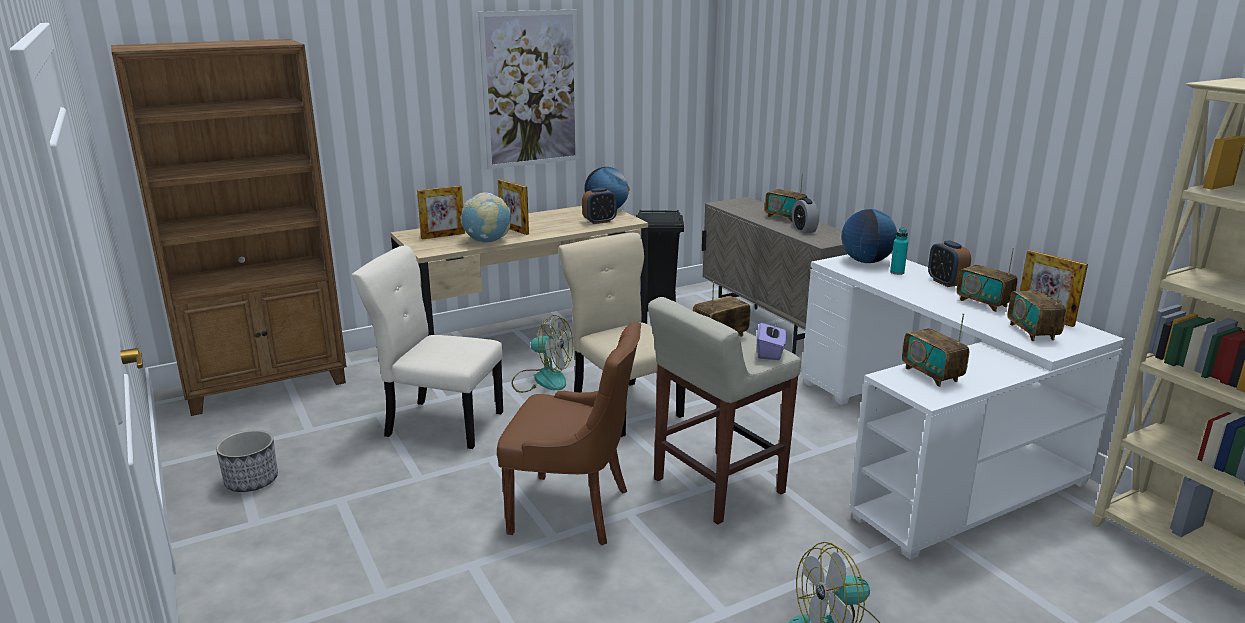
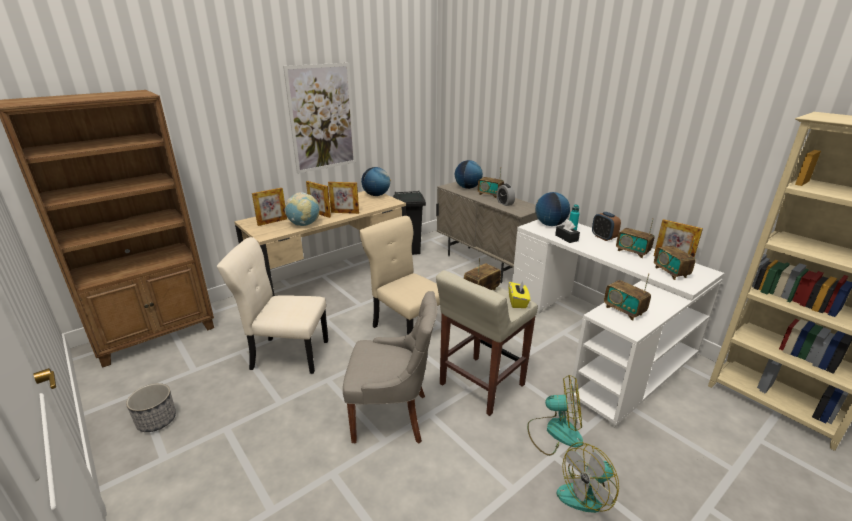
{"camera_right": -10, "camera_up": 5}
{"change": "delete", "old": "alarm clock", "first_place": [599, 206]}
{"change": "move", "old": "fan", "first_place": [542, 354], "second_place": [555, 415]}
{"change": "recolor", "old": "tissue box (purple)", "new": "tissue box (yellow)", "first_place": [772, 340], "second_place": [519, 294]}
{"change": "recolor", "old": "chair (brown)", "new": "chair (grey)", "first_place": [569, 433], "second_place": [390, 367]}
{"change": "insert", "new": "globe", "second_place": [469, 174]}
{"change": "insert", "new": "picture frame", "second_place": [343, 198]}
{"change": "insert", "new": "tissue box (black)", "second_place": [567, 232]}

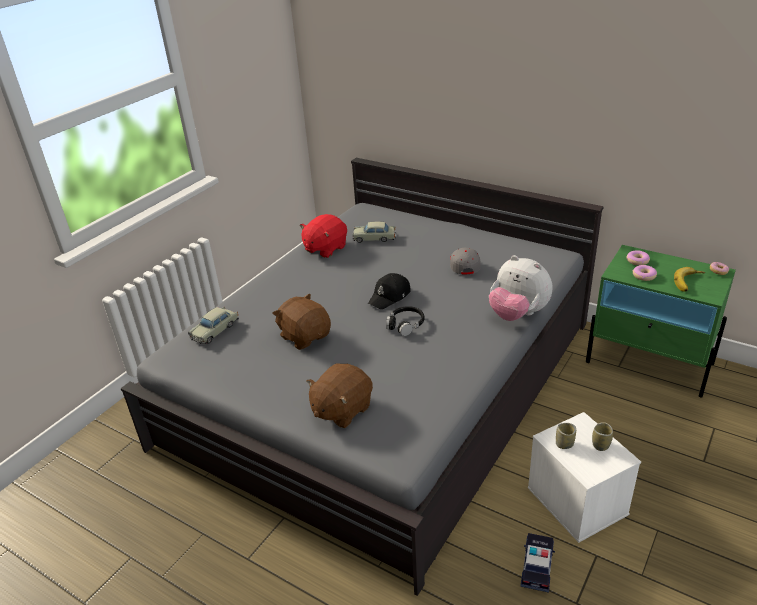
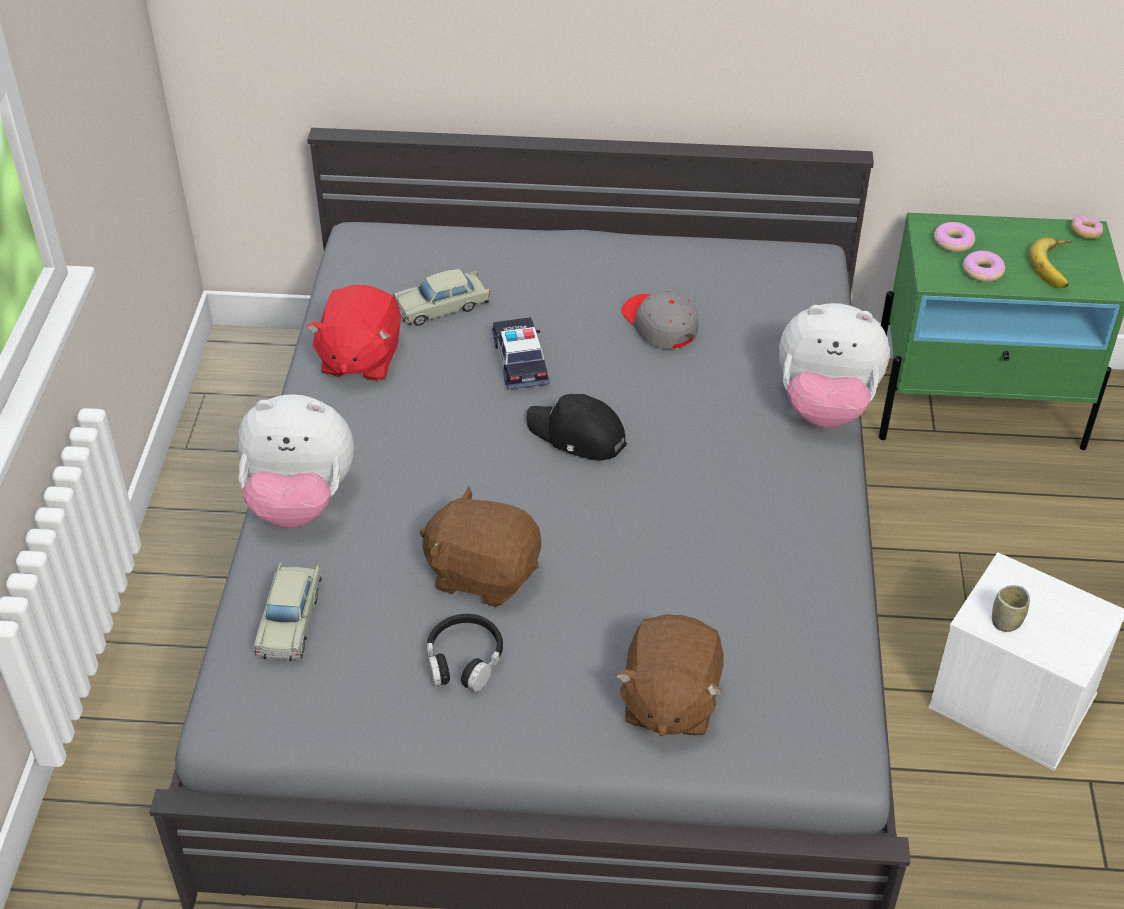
{"camera_right": -30, "camera_up": 10}
{"change": "rotate", "old": "cap (black)", "first_place": [389, 291], "second_place": [576, 427], "degrees": 105}
{"change": "move", "old": "headphones (black)", "first_place": [405, 321], "second_place": [465, 653]}
{"change": "delete", "old": "cup", "first_place": [602, 436]}
{"change": "move", "old": "toy car", "first_place": [538, 563], "second_place": [521, 353]}
{"change": "insert", "new": "plush toy", "second_place": [295, 461]}

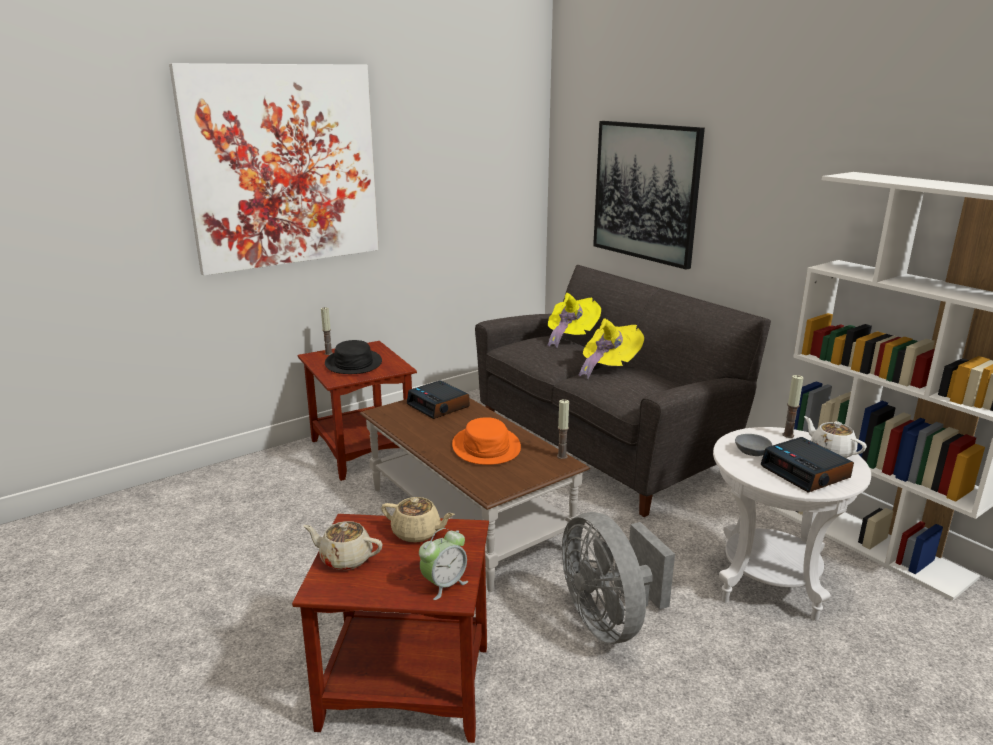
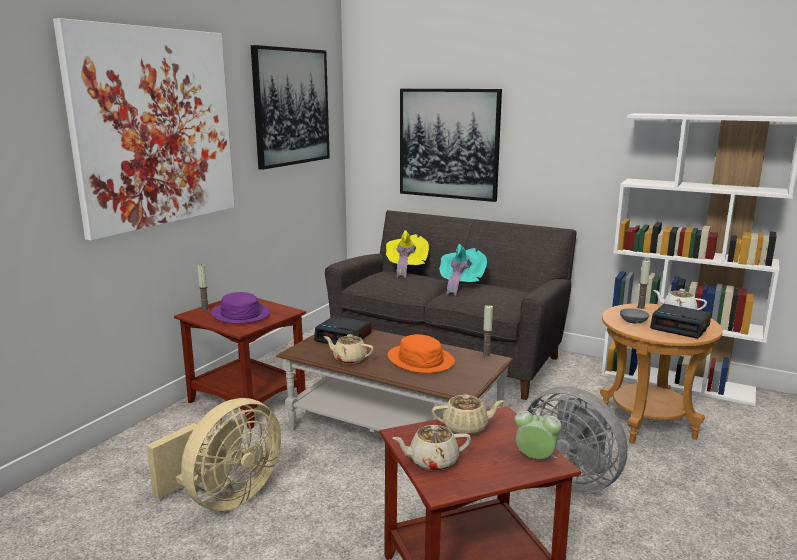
{"camera_right": -25, "camera_up": -5}
{"change": "recolor", "old": "hat (yellow)", "new": "hat (turquoise)", "first_place": [611, 348], "second_place": [463, 270]}
{"change": "recolor", "old": "hat (black)", "new": "hat (purple)", "first_place": [353, 357], "second_place": [240, 308]}
{"change": "recolor", "old": "side table (white)", "new": "side table (brown)", "first_place": [792, 524], "second_place": [661, 373]}
{"change": "rotate", "old": "alarm clock", "first_place": [443, 564], "second_place": [538, 433], "degrees": -90}
{"change": "insert", "new": "picture", "second_place": [290, 107]}
{"change": "insert", "new": "teapot (beige)", "second_place": [349, 349]}
{"change": "insert", "new": "fan (beige)", "second_place": [213, 454]}

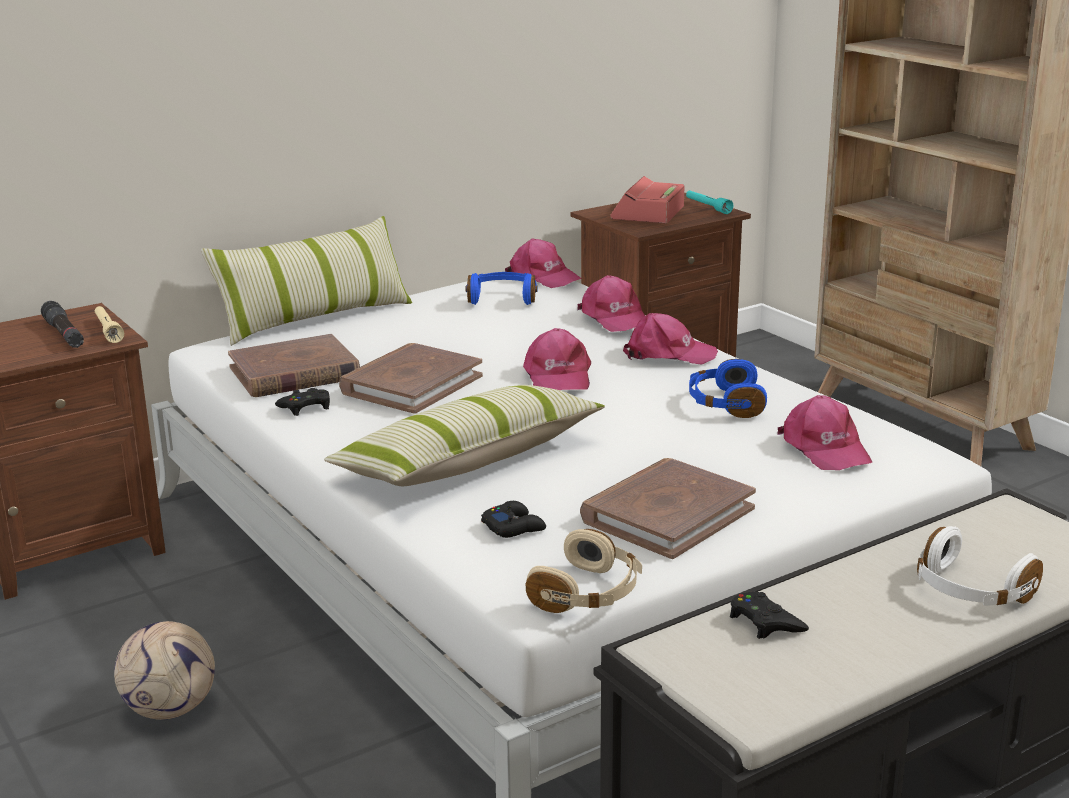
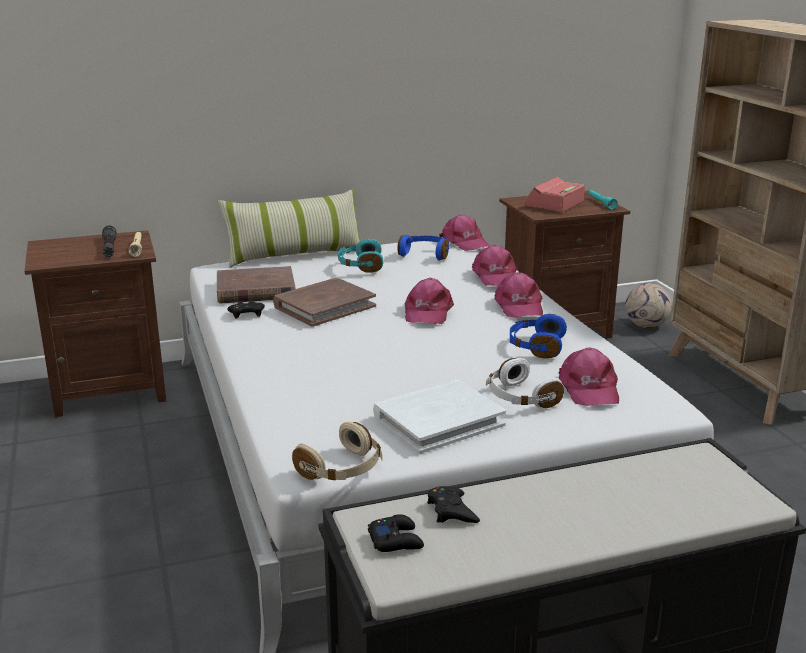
{"camera_right": 15, "camera_up": 0}
{"change": "rotate", "old": "cap (pink)", "first_place": [670, 339], "second_place": [518, 294], "degrees": 60}
{"change": "delete", "old": "pillow", "first_place": [464, 435]}
{"change": "recolor", "old": "book (brown)", "new": "book (white)", "first_place": [668, 508], "second_place": [439, 417]}
{"change": "move", "old": "game controller (black)", "first_place": [513, 519], "second_place": [396, 533]}
{"change": "move", "old": "headphones (white)", "first_place": [980, 566], "second_place": [525, 383]}
{"change": "move", "old": "football", "first_place": [164, 670], "second_place": [648, 305]}
{"change": "insert", "new": "headphones (turquoise)", "second_place": [361, 256]}

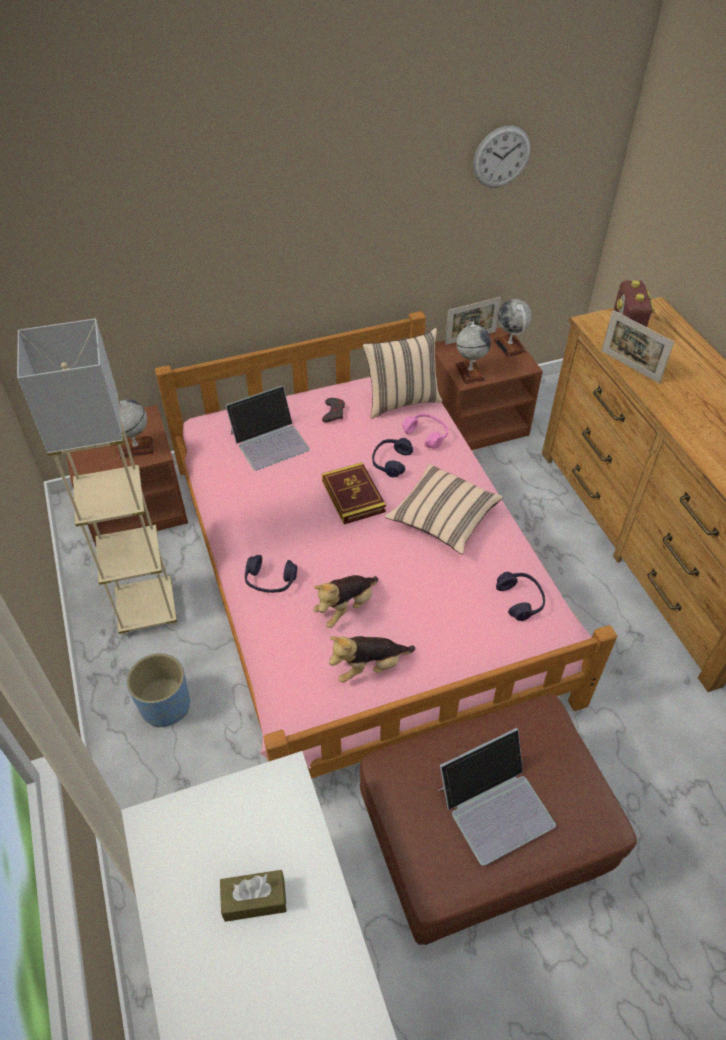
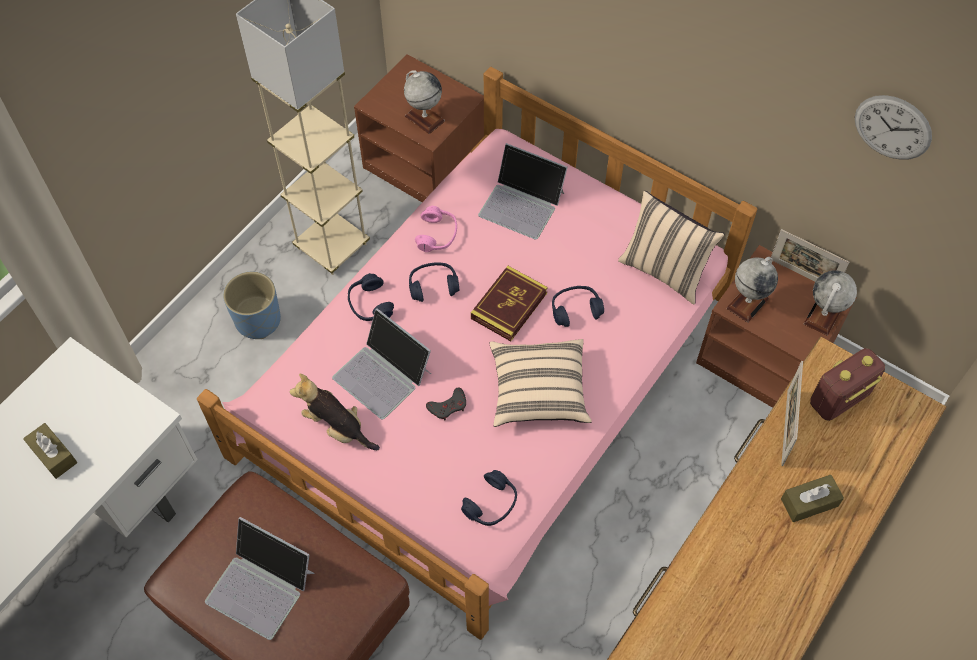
{"camera_right": 55, "camera_up": 10}
{"change": "move", "old": "game controller (grey)", "first_place": [333, 410], "second_place": [446, 404]}
{"change": "move", "old": "headphones (pink)", "first_place": [425, 431], "second_place": [436, 229]}
{"change": "replace", "old": "plush toy", "new": "laptop", "first_place": [345, 601], "second_place": [381, 363]}
{"change": "insert", "new": "headphones (blue)", "second_place": [434, 282]}
{"change": "insert", "new": "tissue box (brown)", "second_place": [812, 498]}

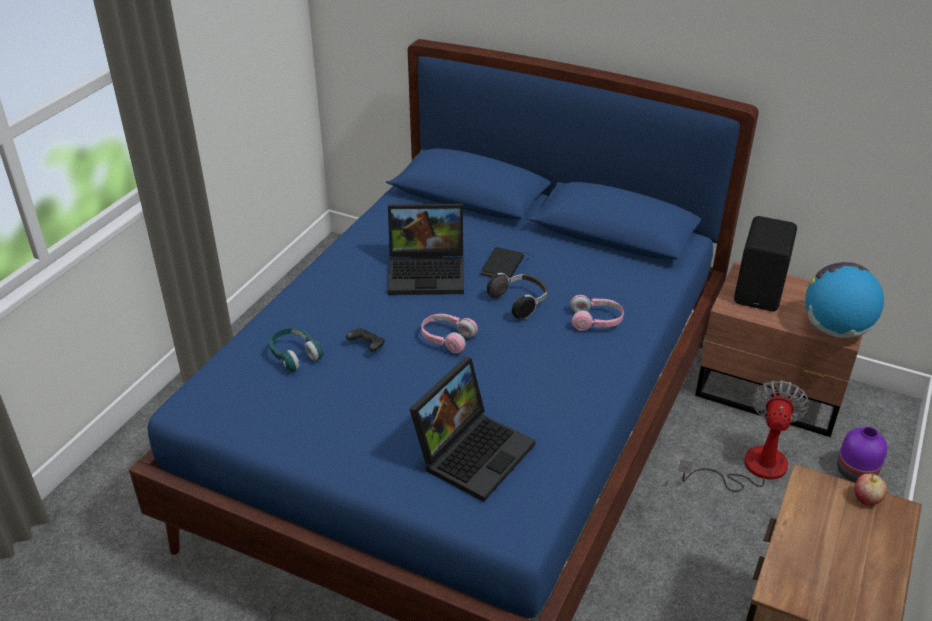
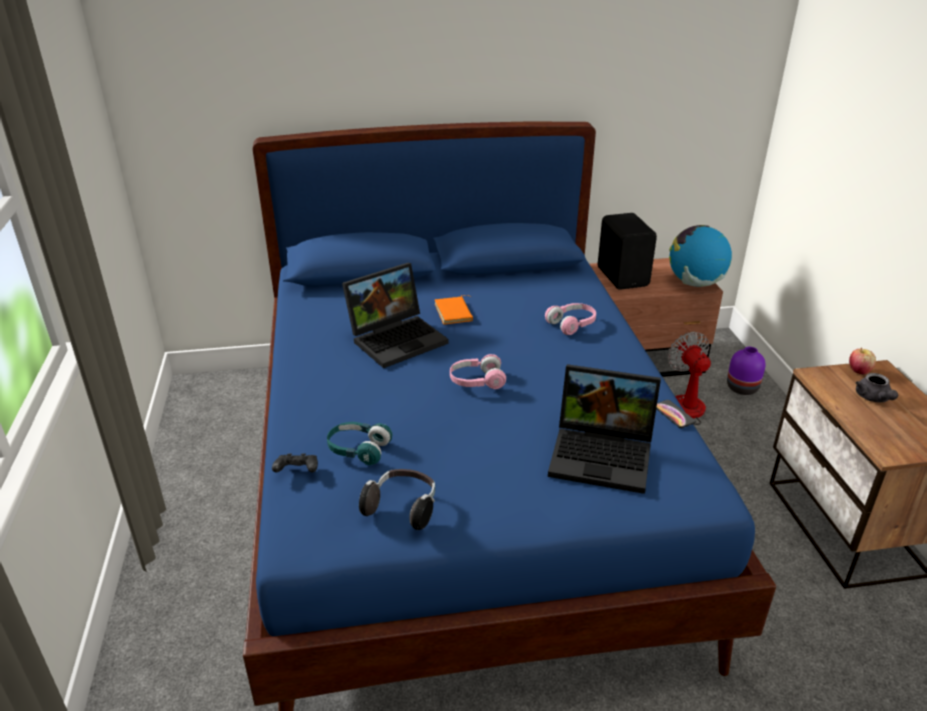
{"camera_right": -35, "camera_up": -5}
{"change": "recolor", "old": "book (black)", "new": "book (orange)", "first_place": [506, 262], "second_place": [454, 310]}
{"change": "move", "old": "headphones", "first_place": [517, 296], "second_place": [397, 499]}
{"change": "move", "old": "game controller (black)", "first_place": [365, 340], "second_place": [295, 463]}
{"change": "rotate", "old": "laptop", "first_place": [472, 429], "second_place": [604, 429], "degrees": 105}
{"change": "insert", "new": "teapot (grey)", "second_place": [877, 387]}
{"change": "insert", "new": "phone", "second_place": [676, 414]}

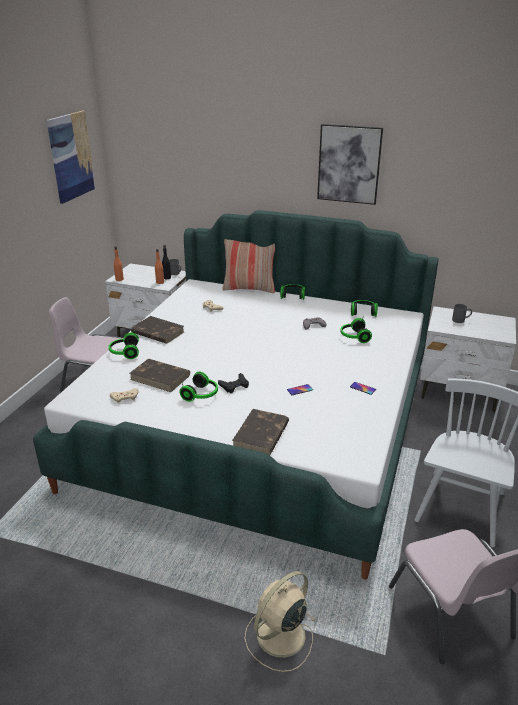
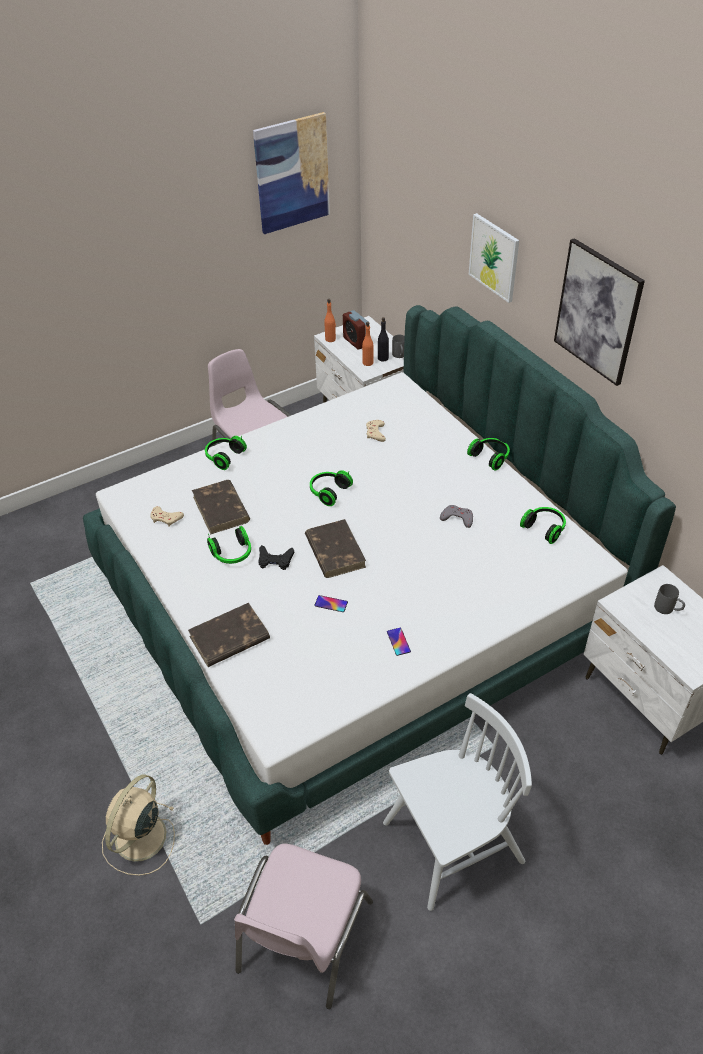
{"camera_right": 40, "camera_up": 15}
{"change": "delete", "old": "pillow", "first_place": [248, 266]}
{"change": "move", "old": "book (brown)", "first_place": [157, 330], "second_place": [335, 548]}
{"change": "move", "old": "headphones", "first_place": [356, 330], "second_place": [331, 488]}
{"change": "rotate", "old": "fan (beige)", "first_place": [279, 621], "second_place": [138, 825], "degrees": -60}
{"change": "insert", "new": "picture", "second_place": [494, 258]}
{"change": "insert", "new": "alarm clock", "second_place": [355, 329]}

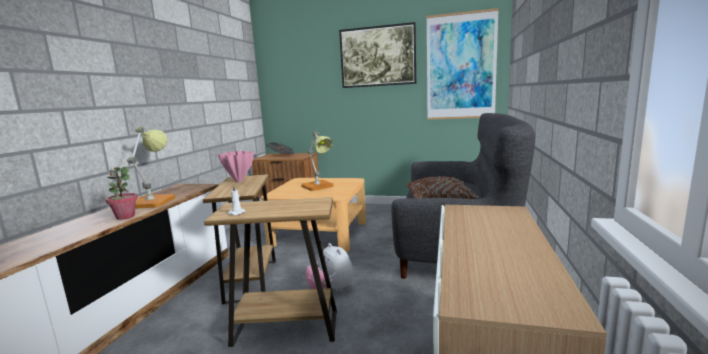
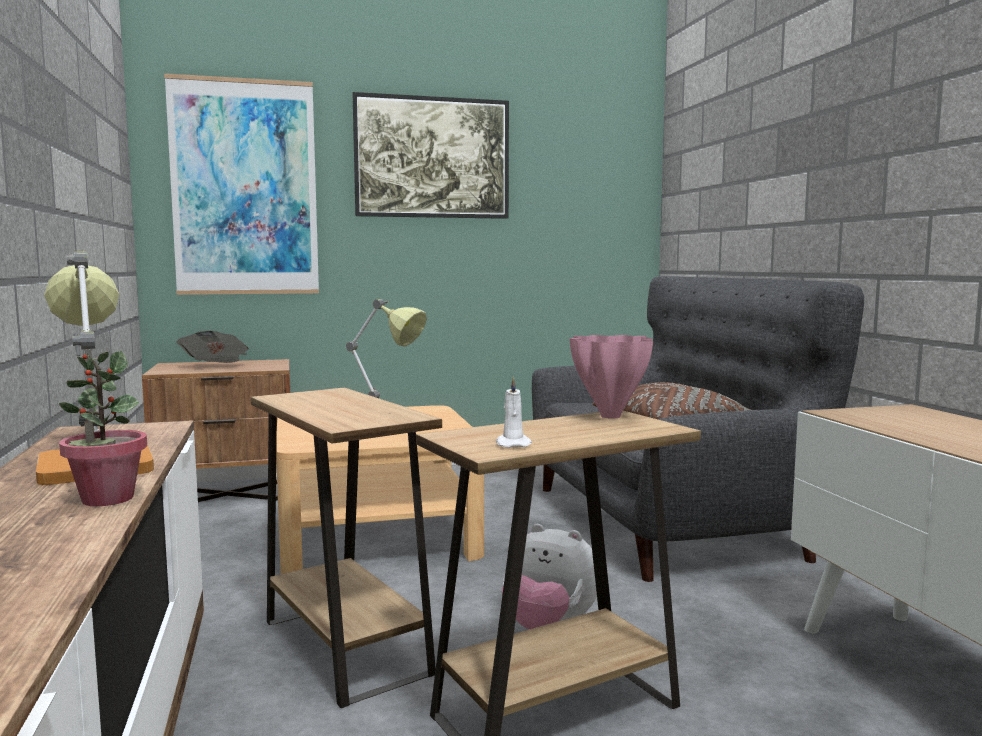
{"camera_right": -30, "camera_up": -5}
{"change": "move", "old": "picture", "first_place": [463, 64], "second_place": [241, 184]}
{"change": "move", "old": "vase (pink)", "first_place": [236, 167], "second_place": [611, 376]}

